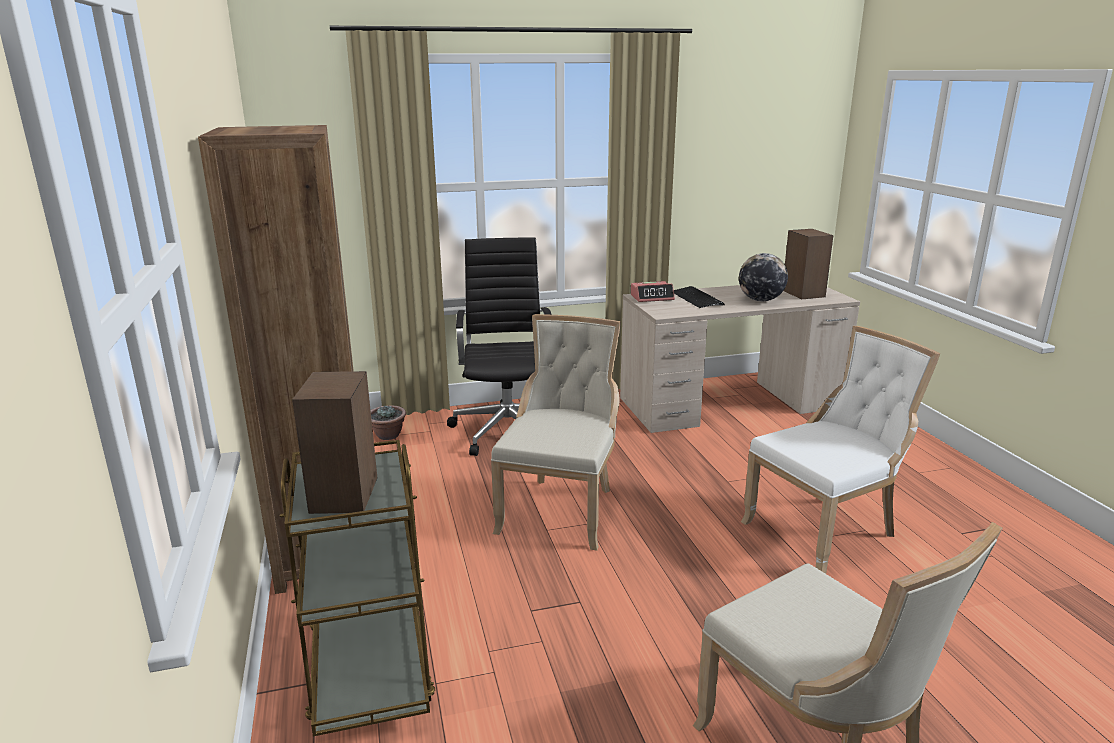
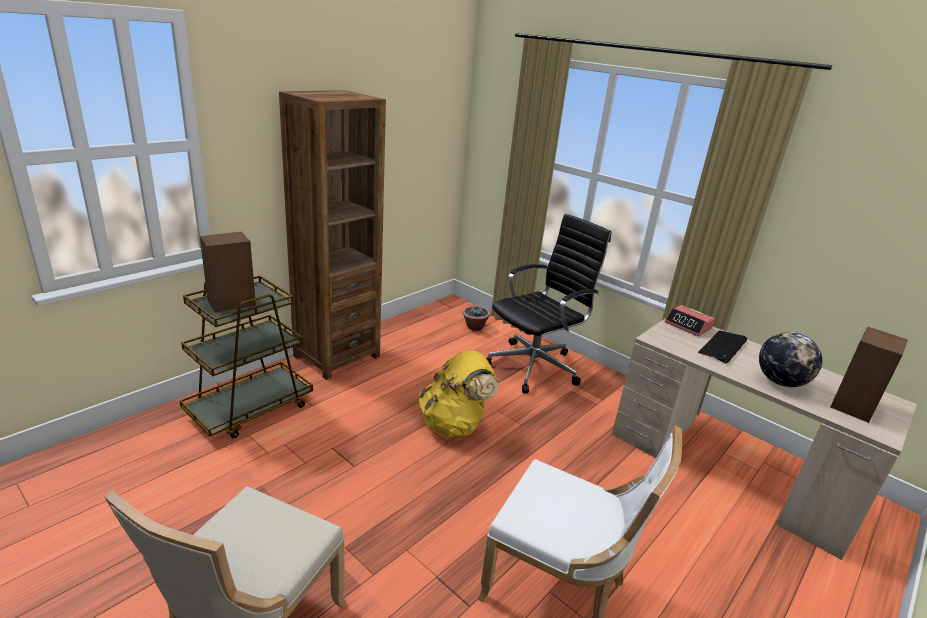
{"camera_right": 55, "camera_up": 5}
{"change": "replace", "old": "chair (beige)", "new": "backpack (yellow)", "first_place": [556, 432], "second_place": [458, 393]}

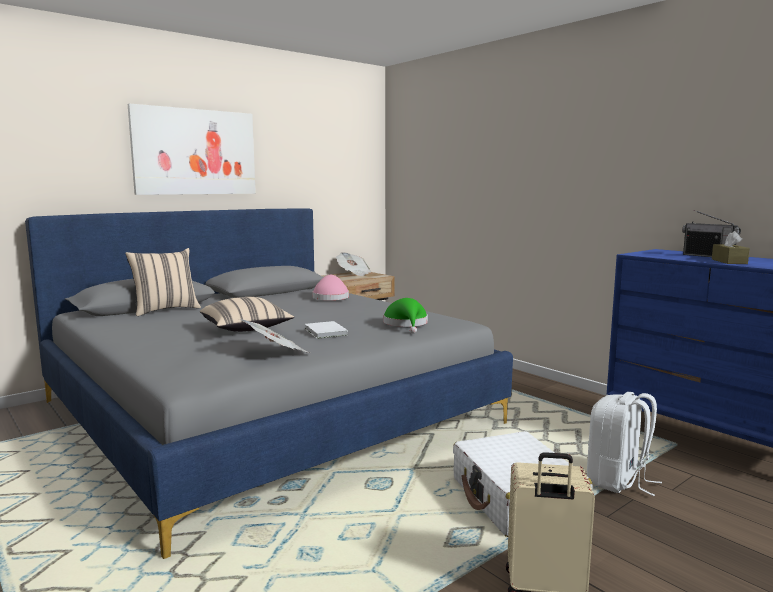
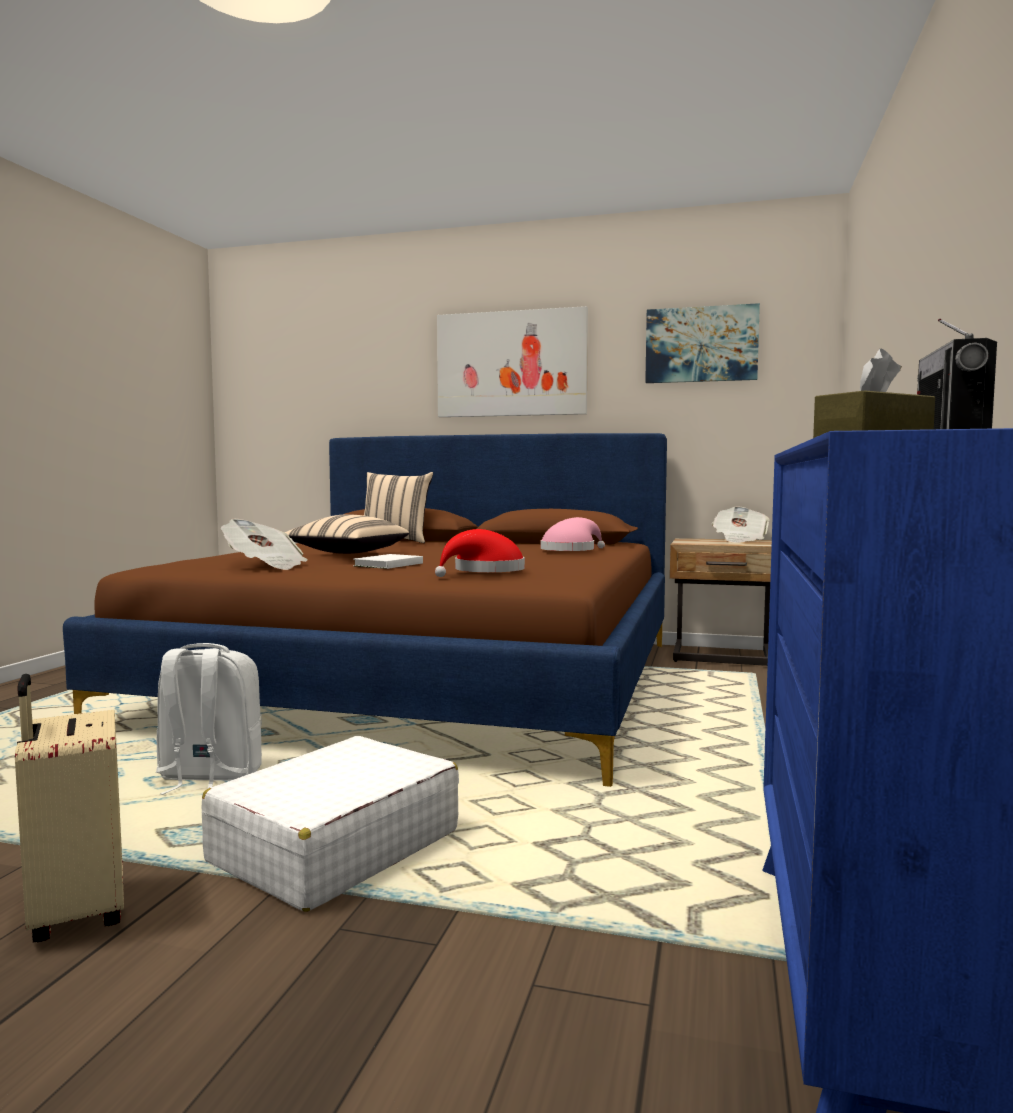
{"camera_right": 55, "camera_up": -5}
{"change": "recolor", "old": "bed (grey)", "new": "bed (brown)", "first_place": [269, 383], "second_place": [365, 610]}
{"change": "recolor", "old": "hat (green)", "new": "hat (red)", "first_place": [405, 316], "second_place": [480, 553]}
{"change": "move", "old": "backpack (white)", "first_place": [624, 444], "second_place": [209, 719]}
{"change": "insert", "new": "picture", "second_place": [702, 343]}

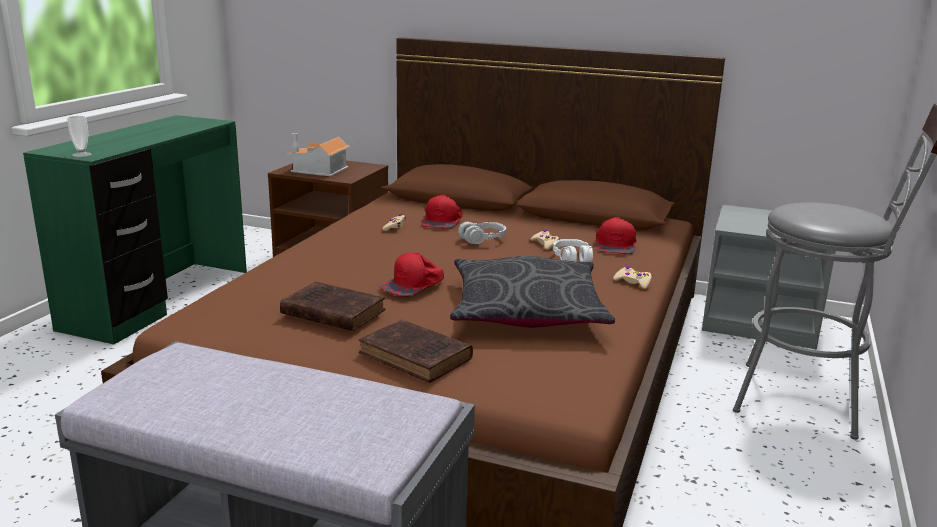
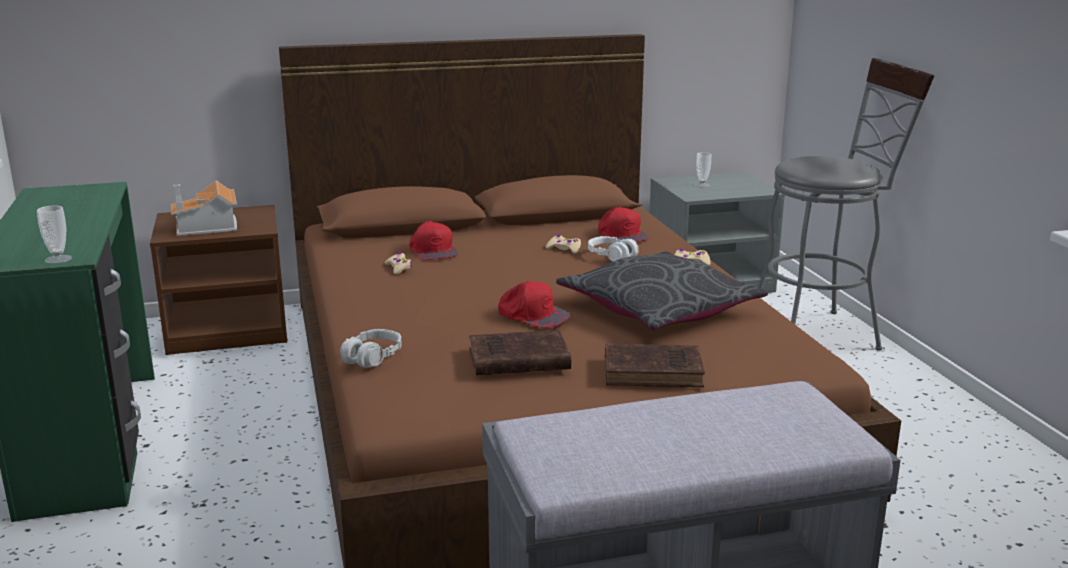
{"camera_right": -35, "camera_up": 0}
{"change": "move", "old": "headphones (grey)", "first_place": [482, 233], "second_place": [371, 348]}
{"change": "rotate", "old": "cap (red)", "first_place": [412, 274], "second_place": [534, 304], "degrees": -60}
{"change": "insert", "new": "cup", "second_place": [703, 169]}

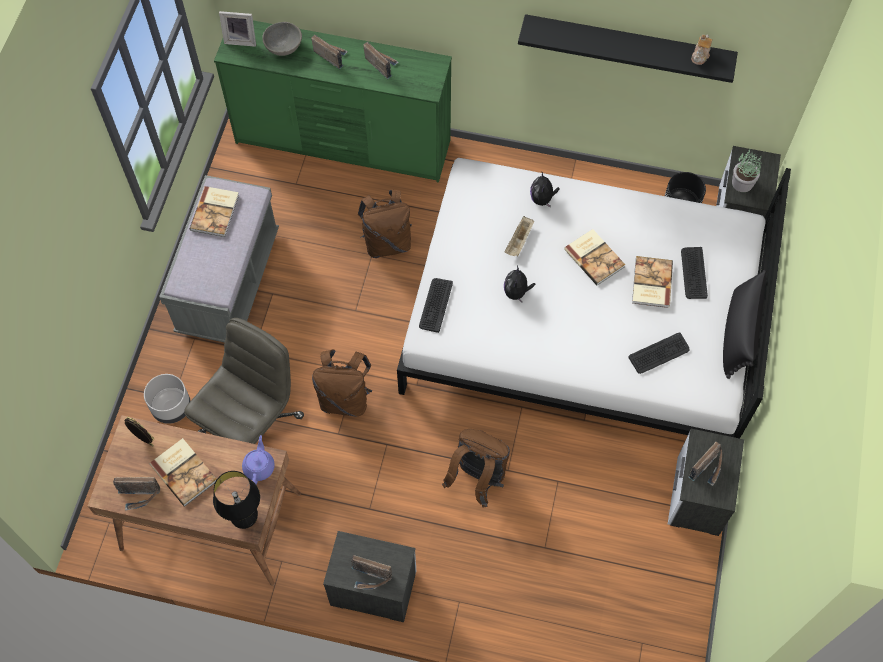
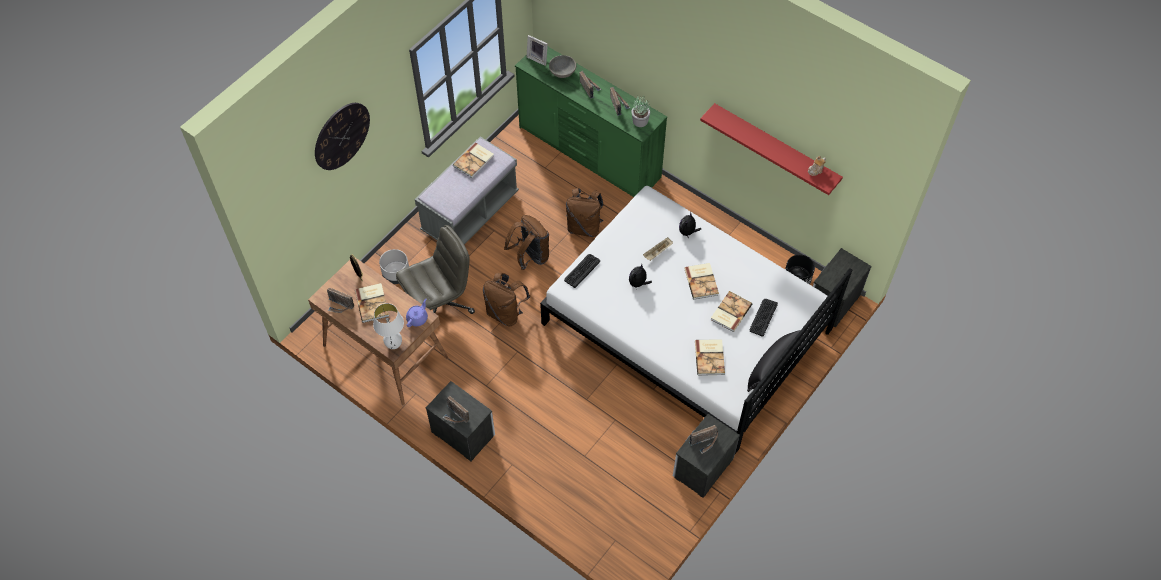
{"camera_right": 25, "camera_up": -5}
{"change": "recolor", "old": "shelf (black)", "new": "shelf (red)", "first_place": [628, 48], "second_place": [771, 149]}
{"change": "move", "old": "potted plant", "first_place": [746, 170], "second_place": [640, 111]}
{"change": "replace", "old": "keyboard", "new": "book", "first_place": [659, 353], "second_place": [710, 357]}
{"change": "move", "old": "backpack (brown)", "first_place": [476, 468], "second_place": [526, 242]}
{"change": "recolor", "old": "table lamp (black)", "new": "table lamp (white)", "first_place": [236, 500], "second_place": [388, 326]}
{"change": "insert", "new": "wall clock", "second_place": [342, 136]}

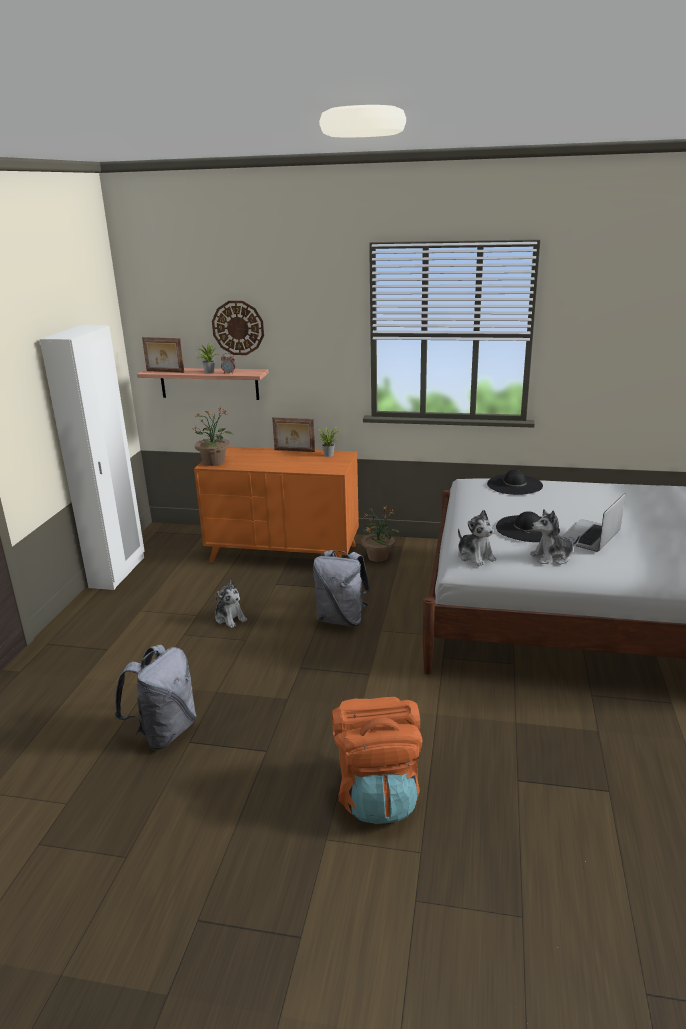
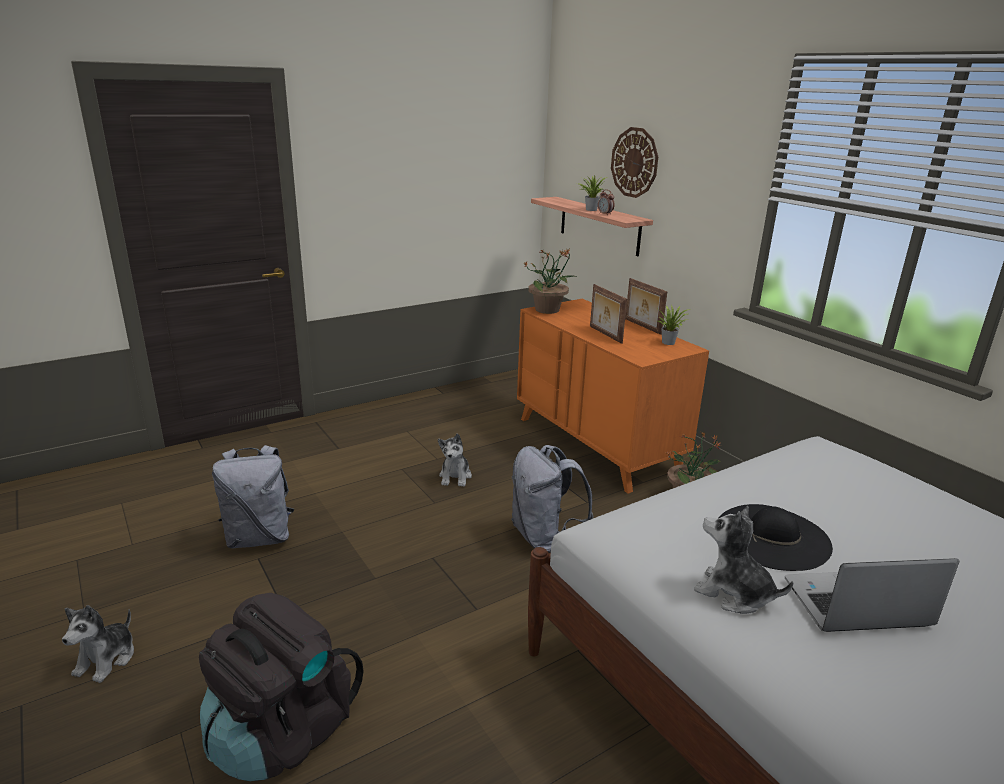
{"camera_right": 45, "camera_up": 0}
{"change": "delete", "old": "wardrobe (white)", "first_place": [92, 457]}
{"change": "move", "old": "picture frame", "first_place": [163, 355], "second_place": [608, 314]}
{"change": "delete", "old": "hat (black)", "first_place": [515, 482]}
{"change": "move", "old": "plush toy", "first_place": [477, 538], "second_place": [98, 644]}
{"change": "recolor", "old": "backpack (orange)", "new": "backpack (black)", "first_place": [377, 760], "second_place": [281, 687]}

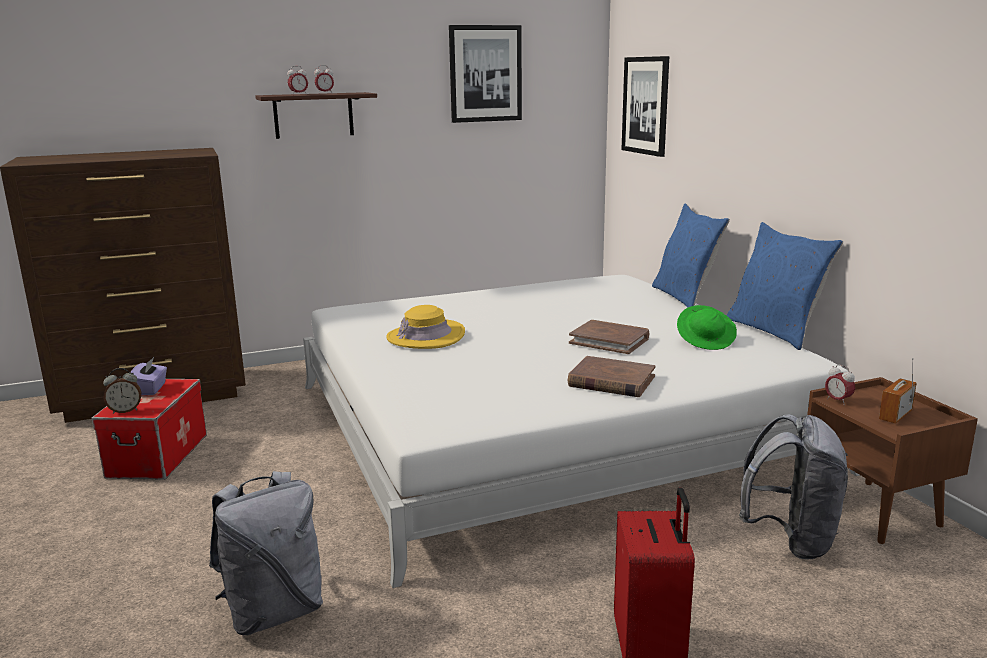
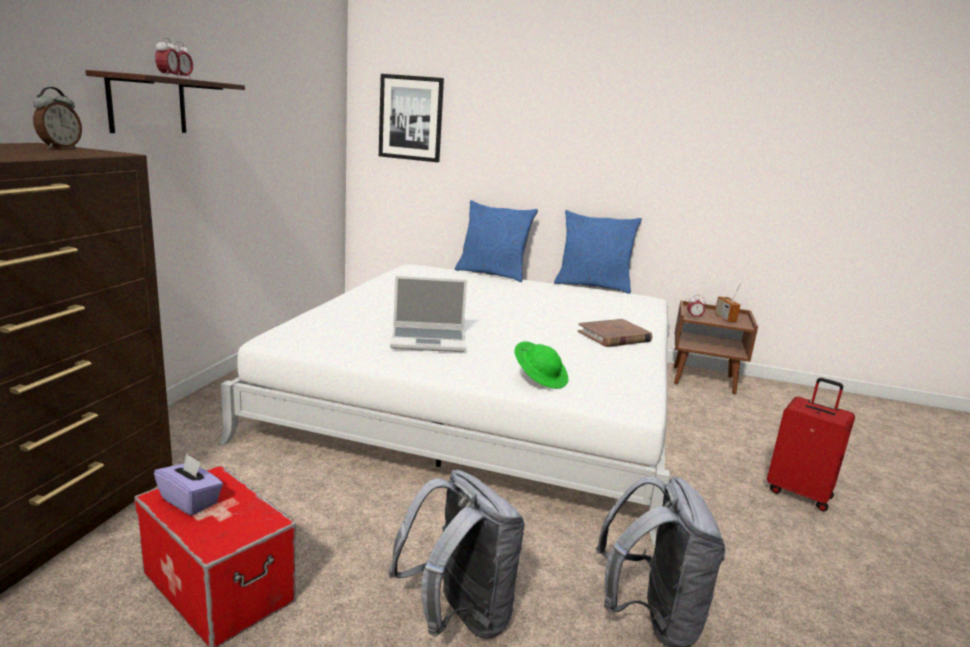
{"camera_right": -55, "camera_up": 0}
{"change": "delete", "old": "picture", "first_place": [485, 74]}
{"change": "replace", "old": "hat (yellow)", "new": "laptop", "first_place": [425, 327], "second_place": [428, 314]}
{"change": "move", "old": "hat (green)", "first_place": [707, 327], "second_place": [541, 365]}
{"change": "delete", "old": "book (brown)", "first_place": [609, 337]}
{"change": "move", "old": "alarm clock", "first_place": [122, 391], "second_place": [57, 117]}
{"change": "move", "old": "backpack (grey)", "first_place": [793, 487], "second_place": [457, 554]}

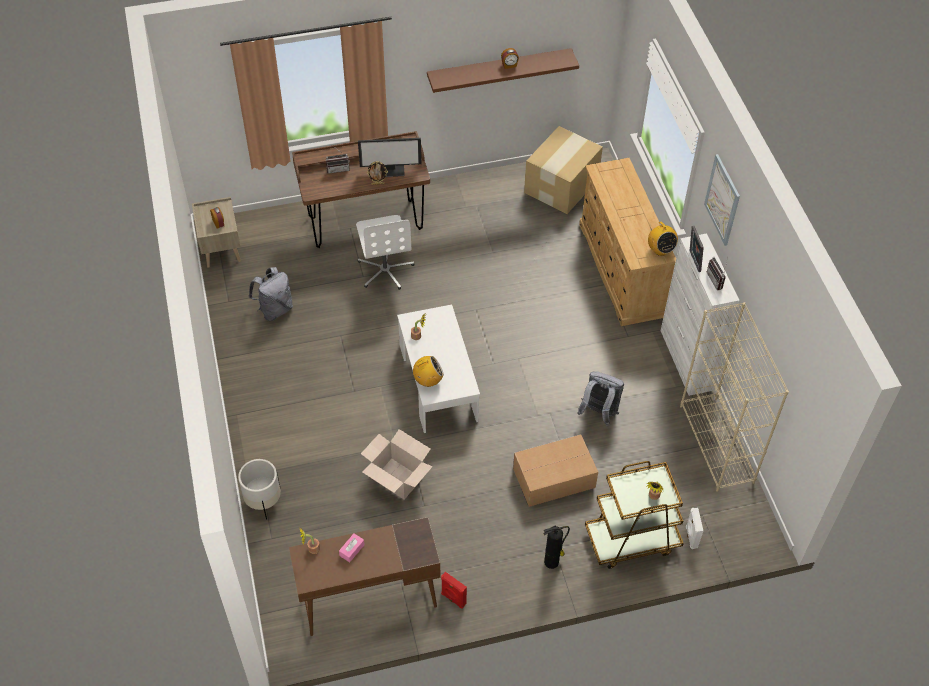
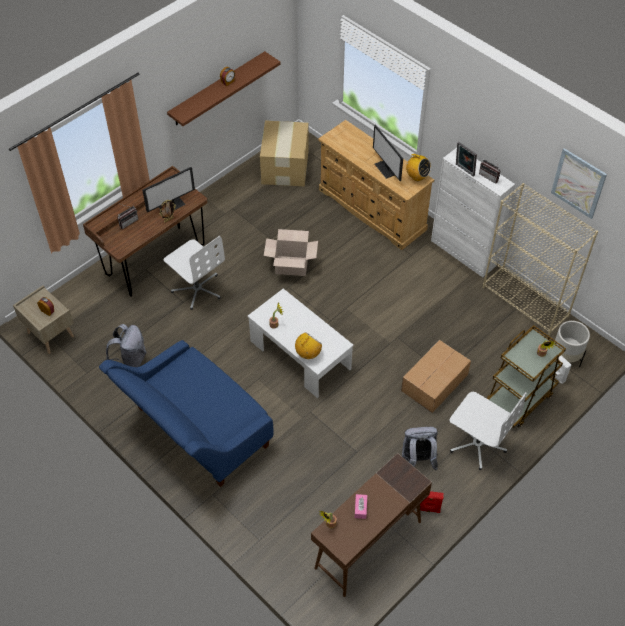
{"camera_right": -30, "camera_up": 0}
{"change": "move", "old": "picture", "first_place": [722, 200], "second_place": [579, 183]}
{"change": "move", "old": "backpack (grey)", "first_place": [600, 398], "second_place": [420, 449]}
{"change": "move", "old": "cardboard box", "first_place": [397, 464], "second_place": [291, 252]}
{"change": "move", "old": "planter (white)", "first_place": [259, 489], "second_place": [572, 344]}
{"change": "replace", "old": "fire extinguisher", "new": "office chair (white)", "first_place": [556, 547], "second_place": [488, 431]}
{"change": "insert", "new": "monitor", "second_place": [388, 153]}
{"change": "insert", "new": "sofa (blue)", "second_place": [186, 413]}

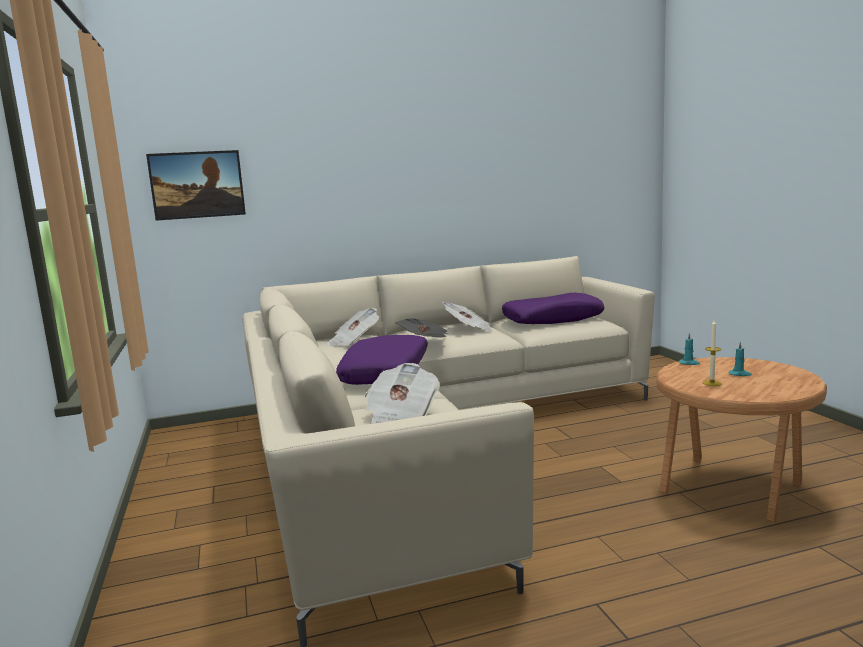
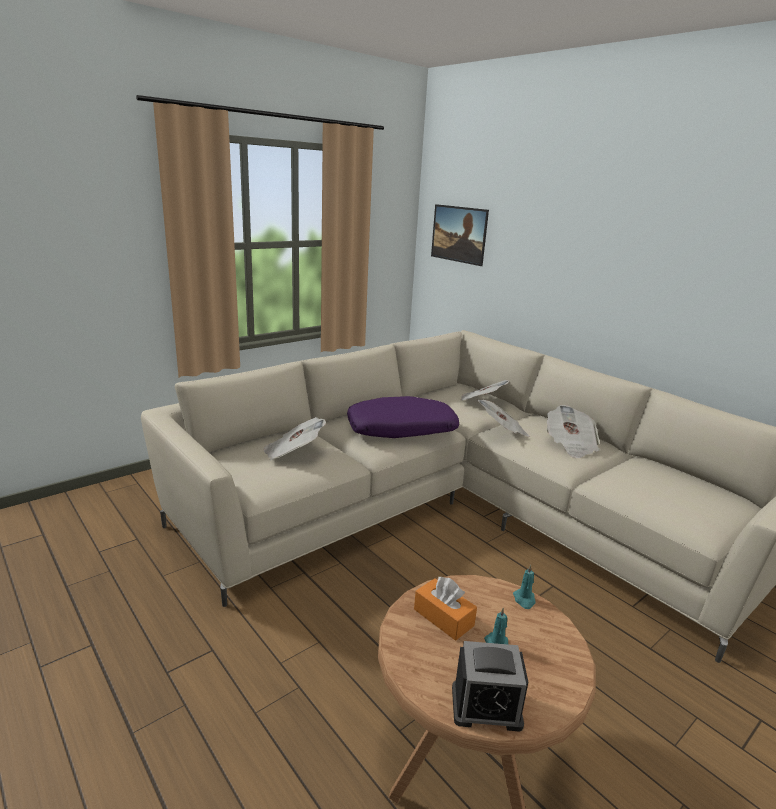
{"camera_right": 65, "camera_up": 10}
{"change": "delete", "old": "pillow (purple)", "first_place": [553, 308]}
{"change": "replace", "old": "candle", "new": "tissue box (orange)", "first_place": [712, 353], "second_place": [445, 608]}
{"change": "insert", "new": "alarm clock", "second_place": [490, 686]}

